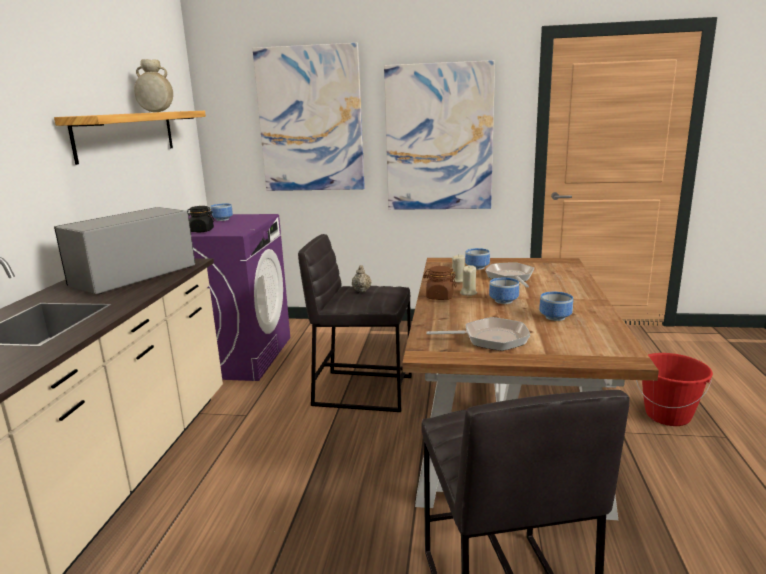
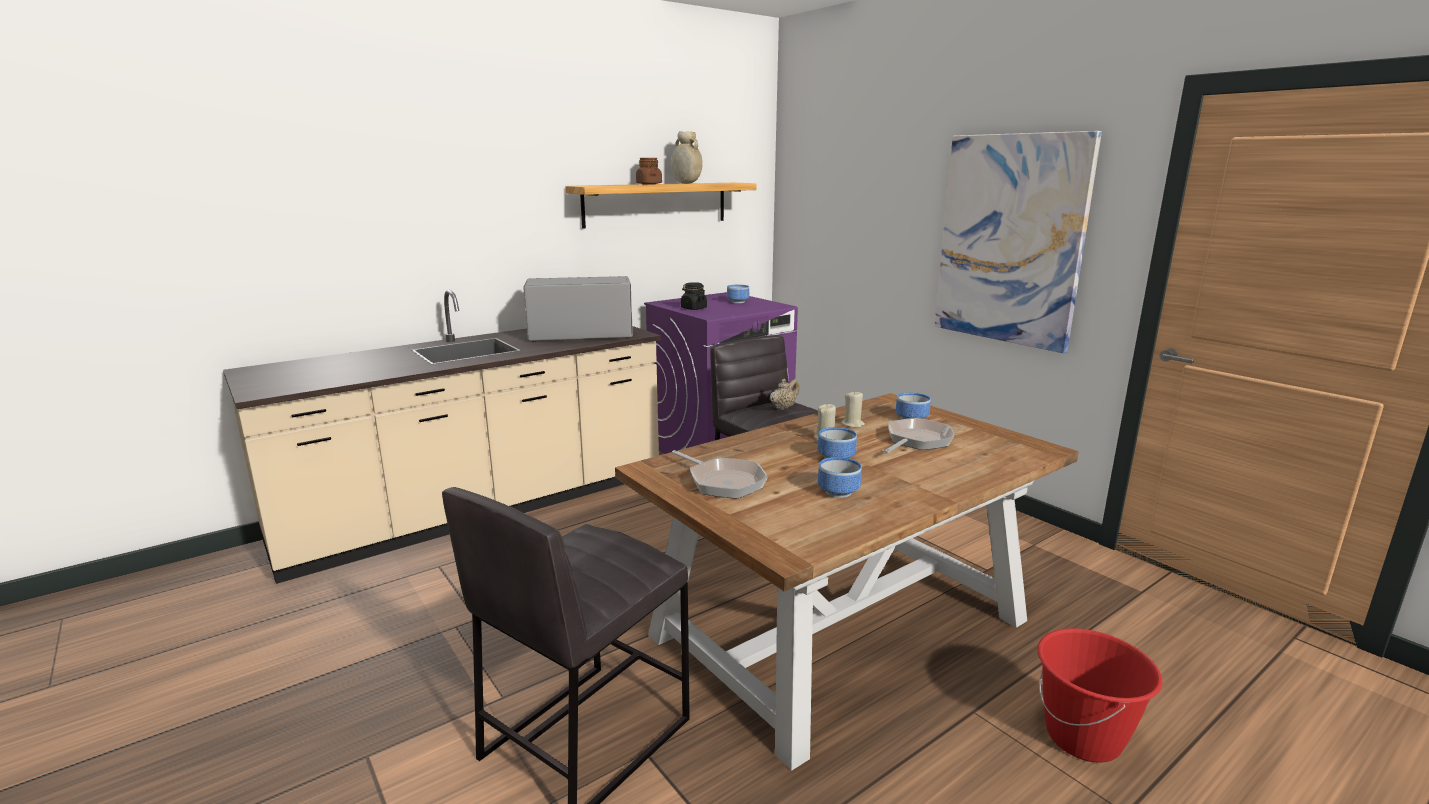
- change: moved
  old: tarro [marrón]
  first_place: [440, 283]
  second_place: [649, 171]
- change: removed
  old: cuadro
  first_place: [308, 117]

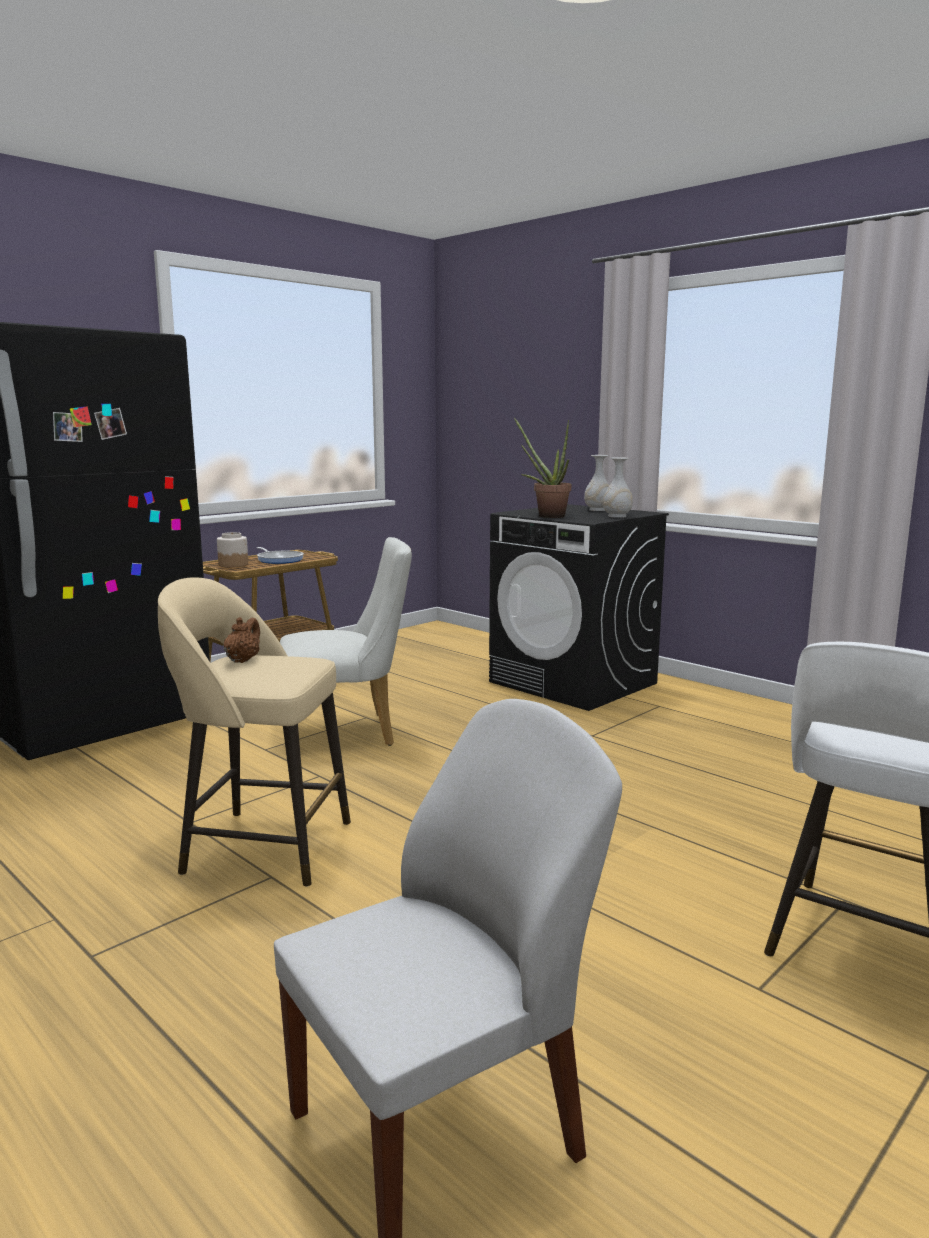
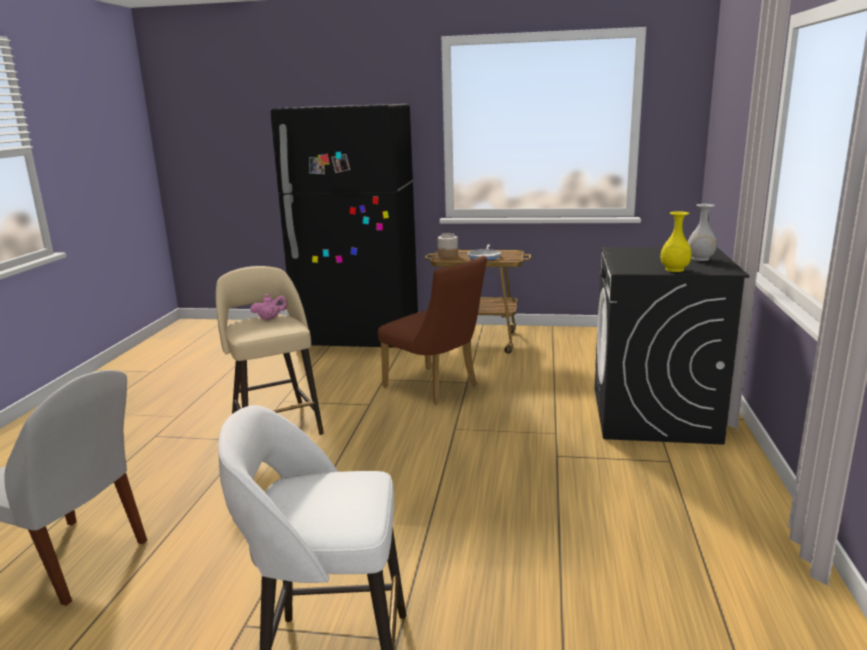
- change: recoloured
  old: tetera [marrón]
  new: tetera [rosa]
  first_place: [241, 640]
  second_place: [268, 307]
- change: recoloured
  old: silla [blanco]
  new: silla [marrón]
  first_place: [346, 641]
  second_place: [432, 330]
- change: recoloured
  old: florero [blanco]
  new: florero [amarillo]
  first_place: [618, 487]
  second_place: [676, 241]
- change: removed
  old: planta en maceta
  first_place: [542, 468]

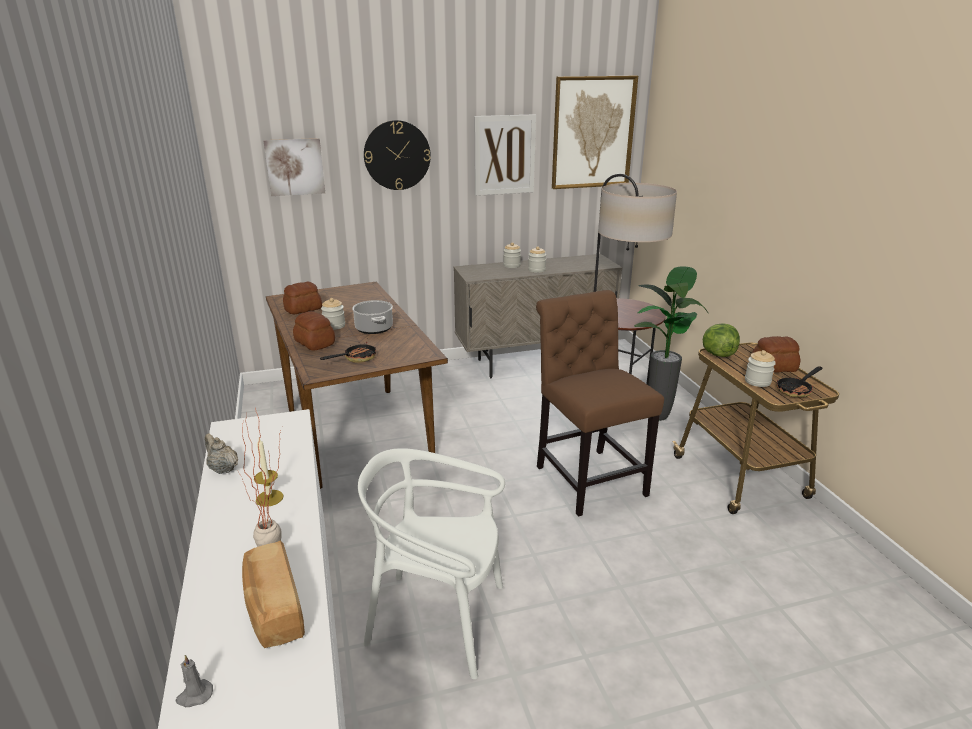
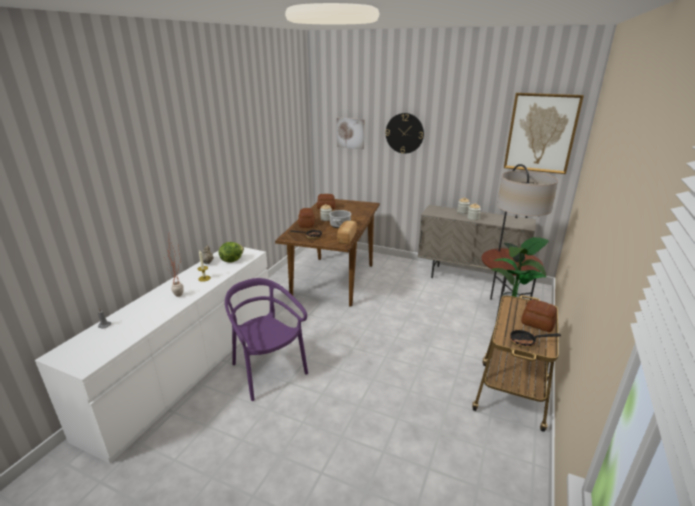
- change: moved
  old: lechuga
  first_place: [721, 340]
  second_place: [231, 252]
- change: recoloured
  old: silla [blanco]
  new: silla [morado]
  first_place: [431, 563]
  second_place: [266, 339]
- change: moved
  old: pan
  first_place: [273, 594]
  second_place: [347, 232]
- change: removed
  old: cuadro
  first_place: [505, 155]
- change: removed
  old: silla [marrón]
  first_place: [600, 403]
- change: removed
  old: tarro
  first_place: [760, 368]

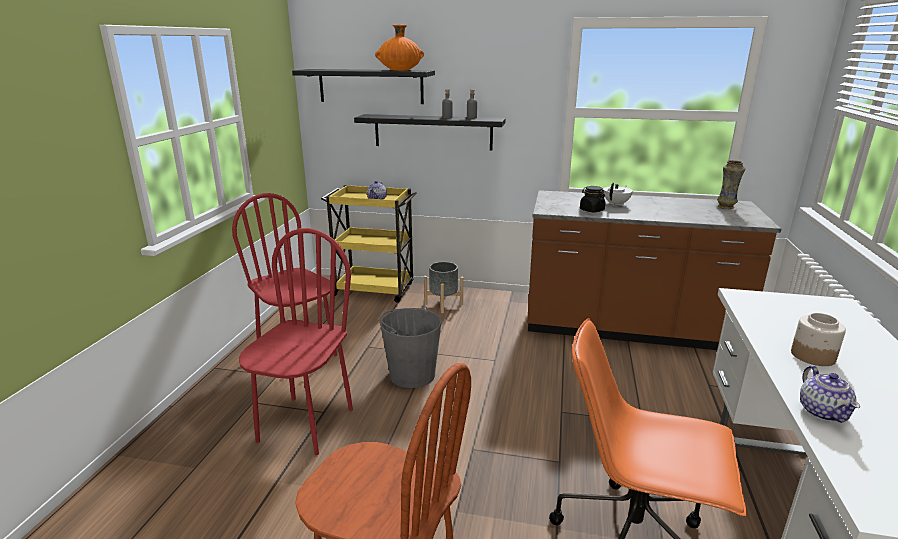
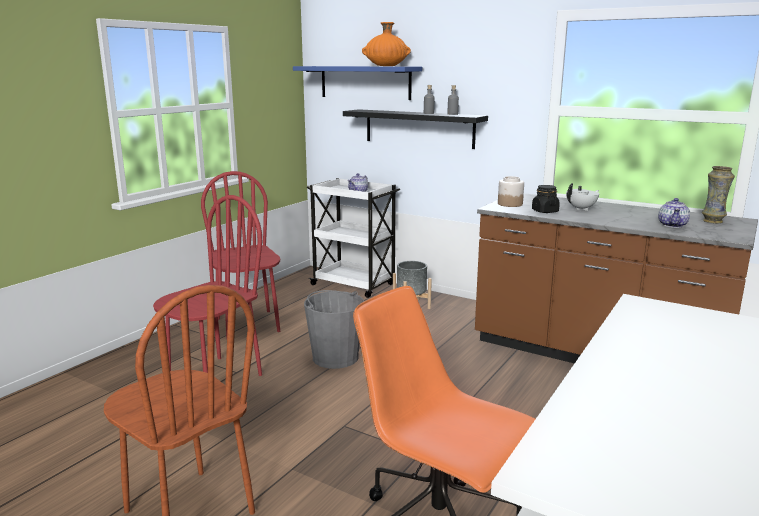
- change: recoloured
  old: estante [negro]
  new: estante [azul]
  first_place: [363, 86]
  second_place: [357, 83]
- change: recoloured
  old: carrito [amarillo]
  new: carrito [blanco]
  first_place: [369, 243]
  second_place: [353, 238]
- change: moved
  old: tarro
  first_place: [818, 339]
  second_place: [511, 191]
- change: moved
  old: tetera
  first_place: [830, 394]
  second_place: [674, 213]

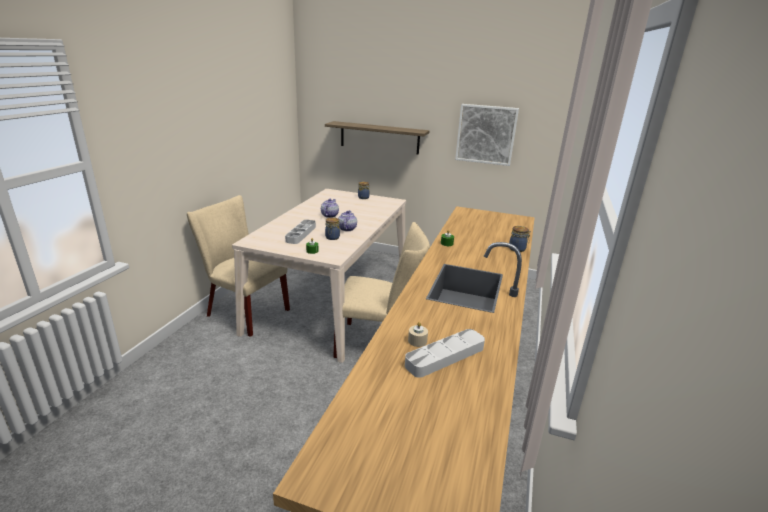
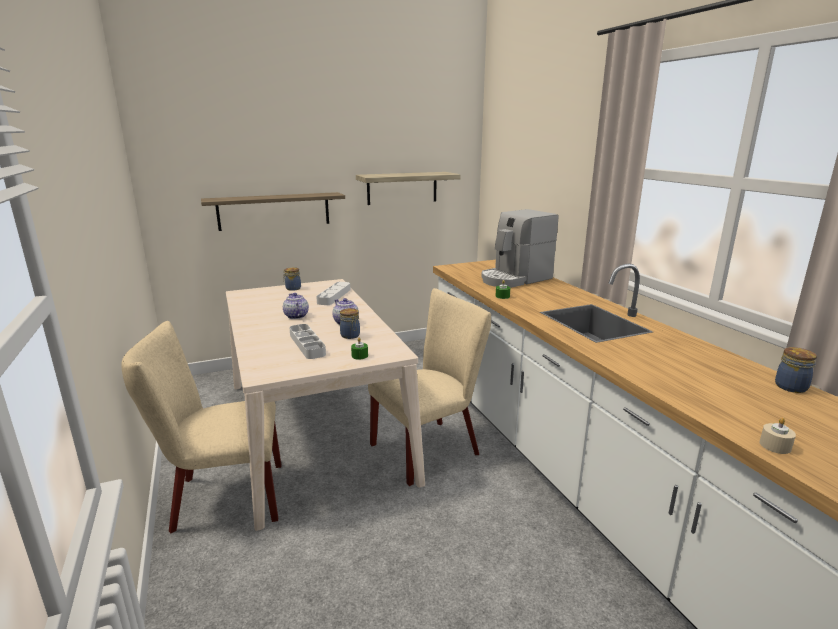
- change: moved
  old: bandeja [gris]
  first_place: [445, 353]
  second_place: [333, 293]
- change: replaced
  old: cuadro
  new: estante
  first_place: [487, 135]
  second_place: [408, 188]
- change: added
  new: cafetera
  second_place: [519, 248]
- change: moved
  old: vela [beis]
  first_place: [418, 334]
  second_place: [777, 436]
- change: moved
  old: tarro
  first_place: [520, 239]
  second_place: [796, 370]

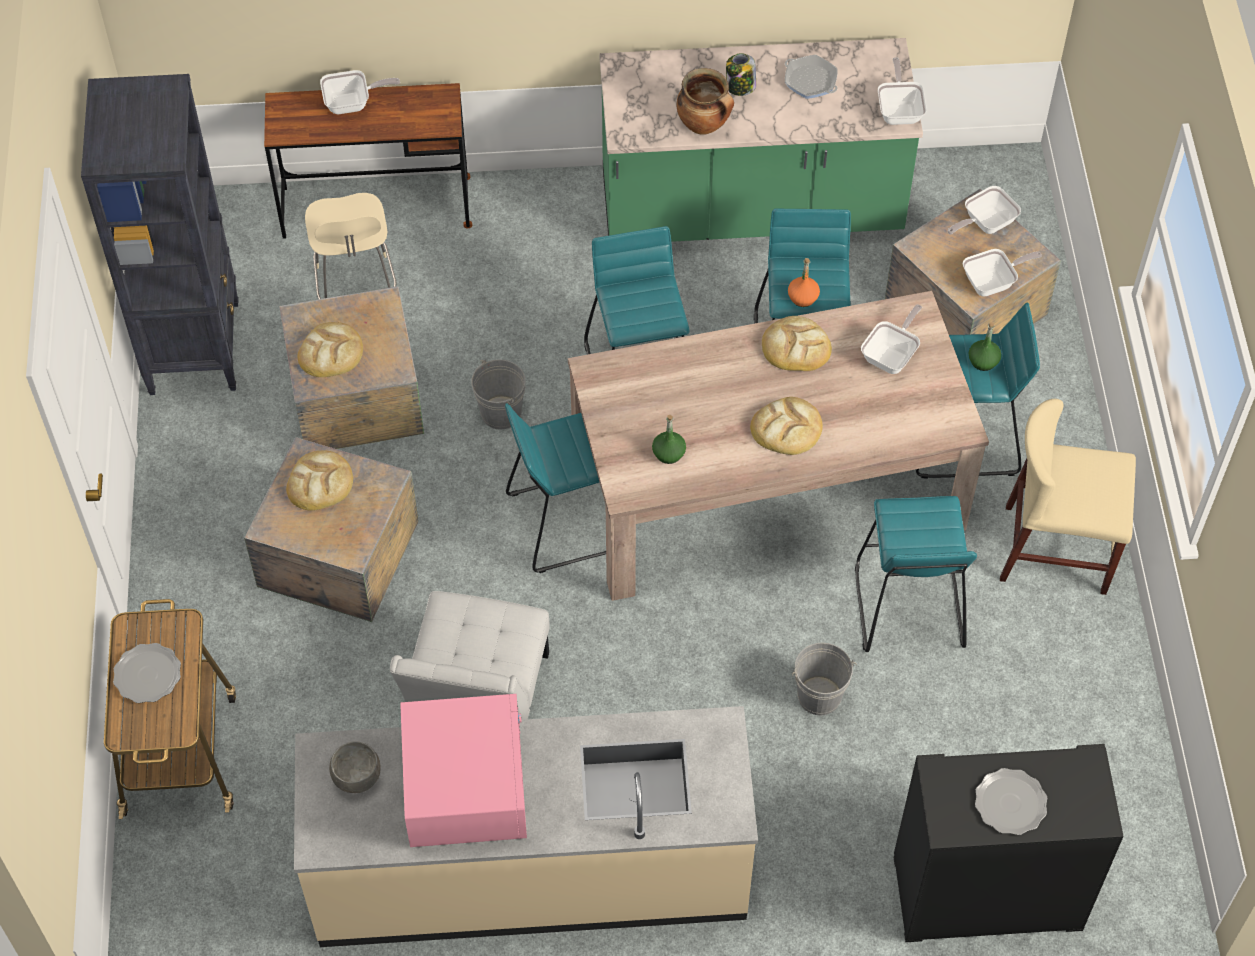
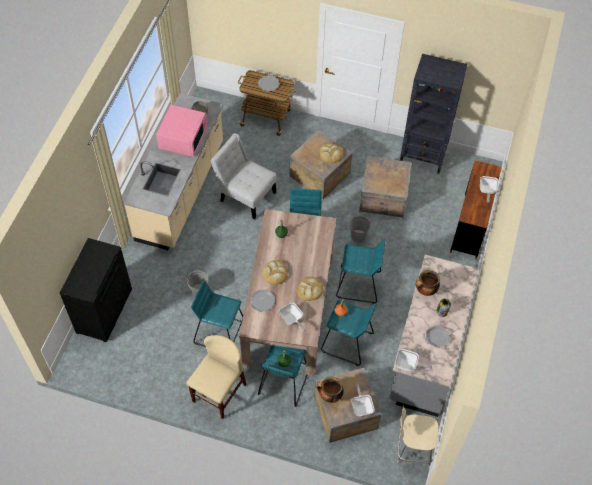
- change: turned
  old: microondas [rosa]
  first_place: [463, 770]
  second_place: [181, 131]
  degrees: -90
- change: moved
  old: plato
  first_place: [1011, 801]
  second_place: [262, 301]
- change: replaced
  old: sartén
  new: olla
  first_place: [1002, 273]
  second_place: [330, 390]
- change: recoloured
  old: mueble bajo de cocina [verde]
  new: mueble bajo de cocina [gris]
  first_place: [761, 140]
  second_place: [433, 336]
- change: moved
  old: silla [beis]
  first_place: [350, 246]
  second_place: [417, 437]
- change: removed
  old: pan
  first_place: [330, 349]

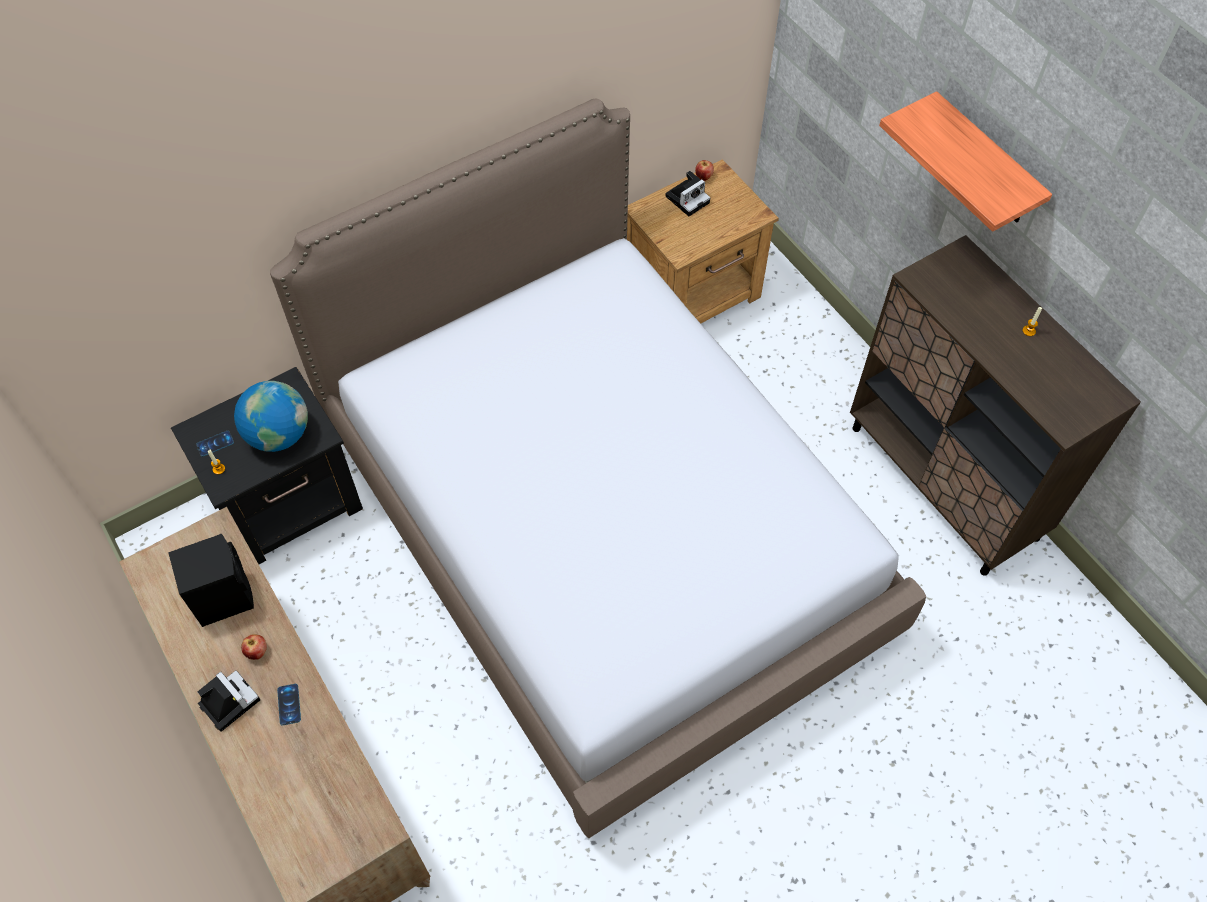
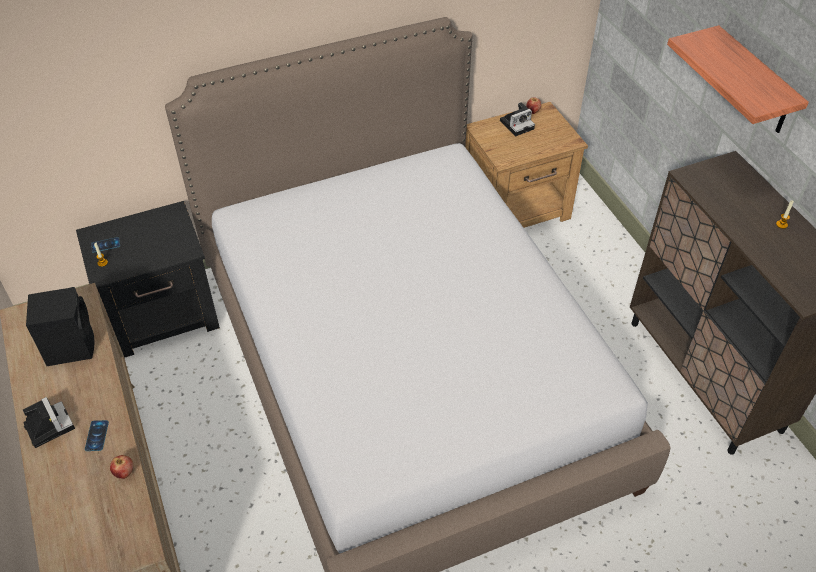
- change: moved
  old: manzana
  first_place: [254, 647]
  second_place: [121, 467]
- change: removed
  old: globo terráqueo
  first_place: [271, 416]

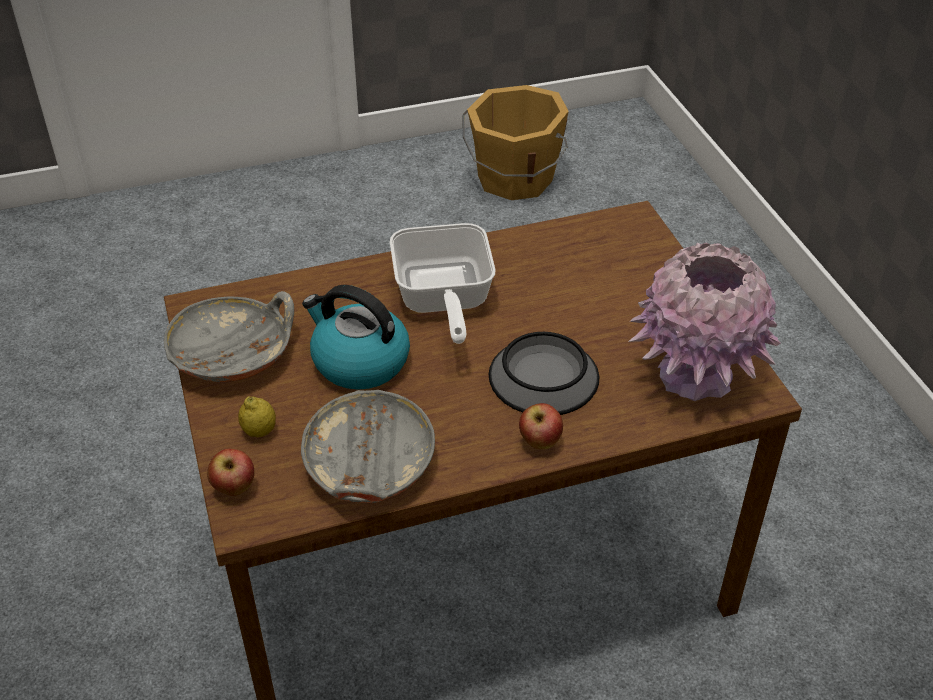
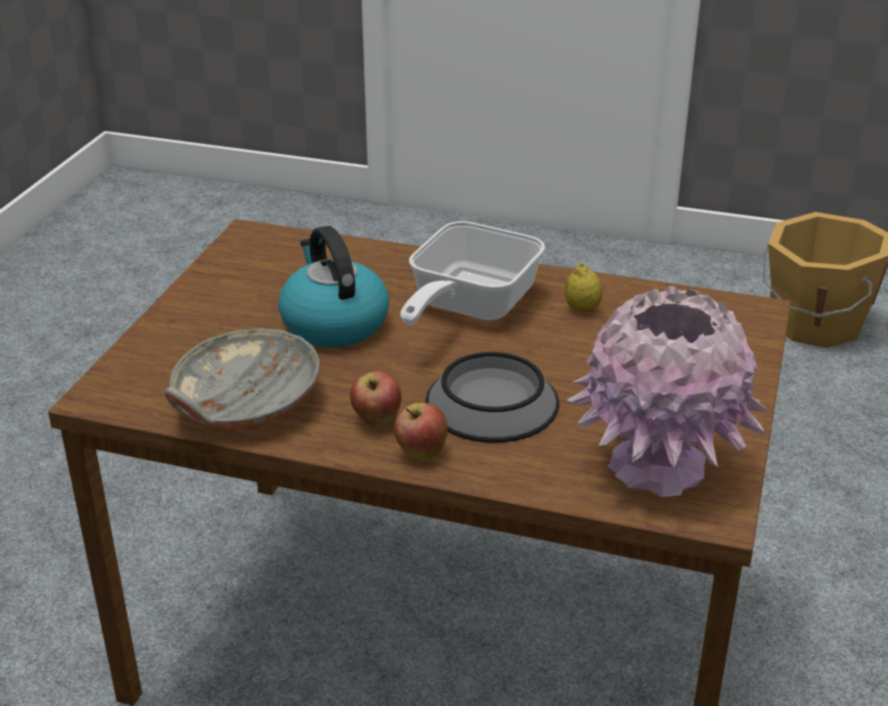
- change: moved
  old: manzana
  first_place: [230, 472]
  second_place: [375, 398]
- change: moved
  old: limón
  first_place: [257, 416]
  second_place: [583, 288]
- change: removed
  old: cuenco [gris]
  first_place: [229, 336]

